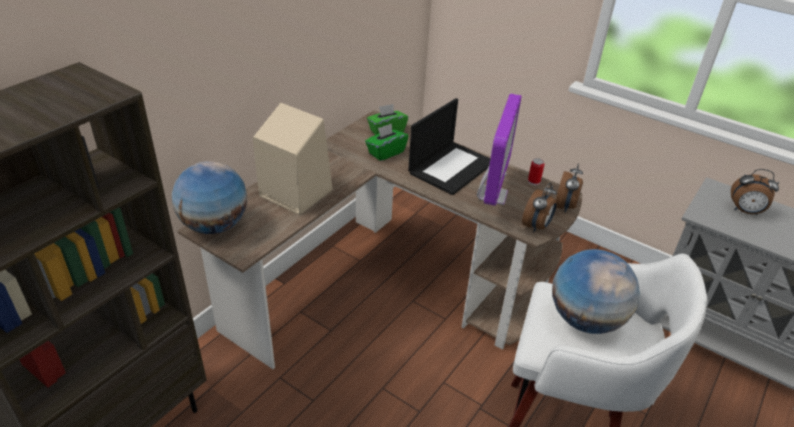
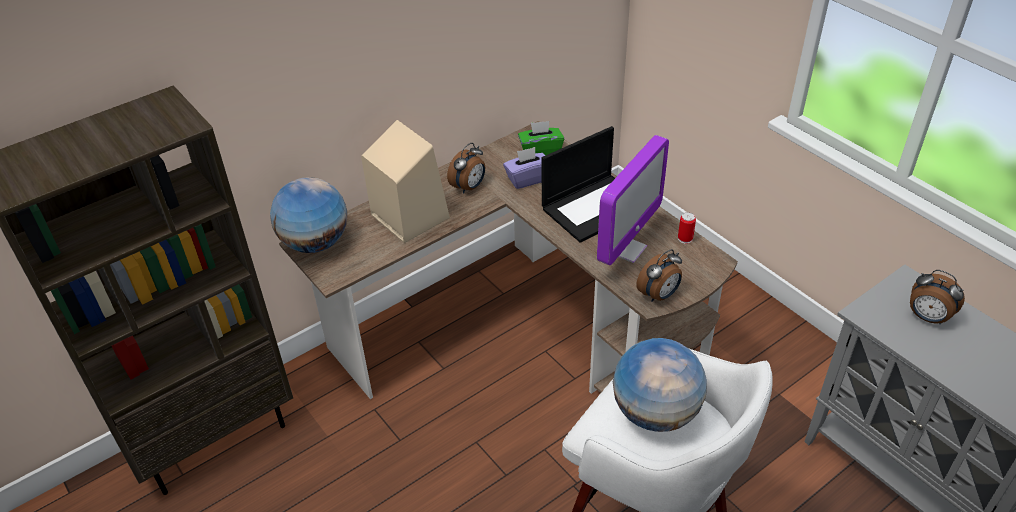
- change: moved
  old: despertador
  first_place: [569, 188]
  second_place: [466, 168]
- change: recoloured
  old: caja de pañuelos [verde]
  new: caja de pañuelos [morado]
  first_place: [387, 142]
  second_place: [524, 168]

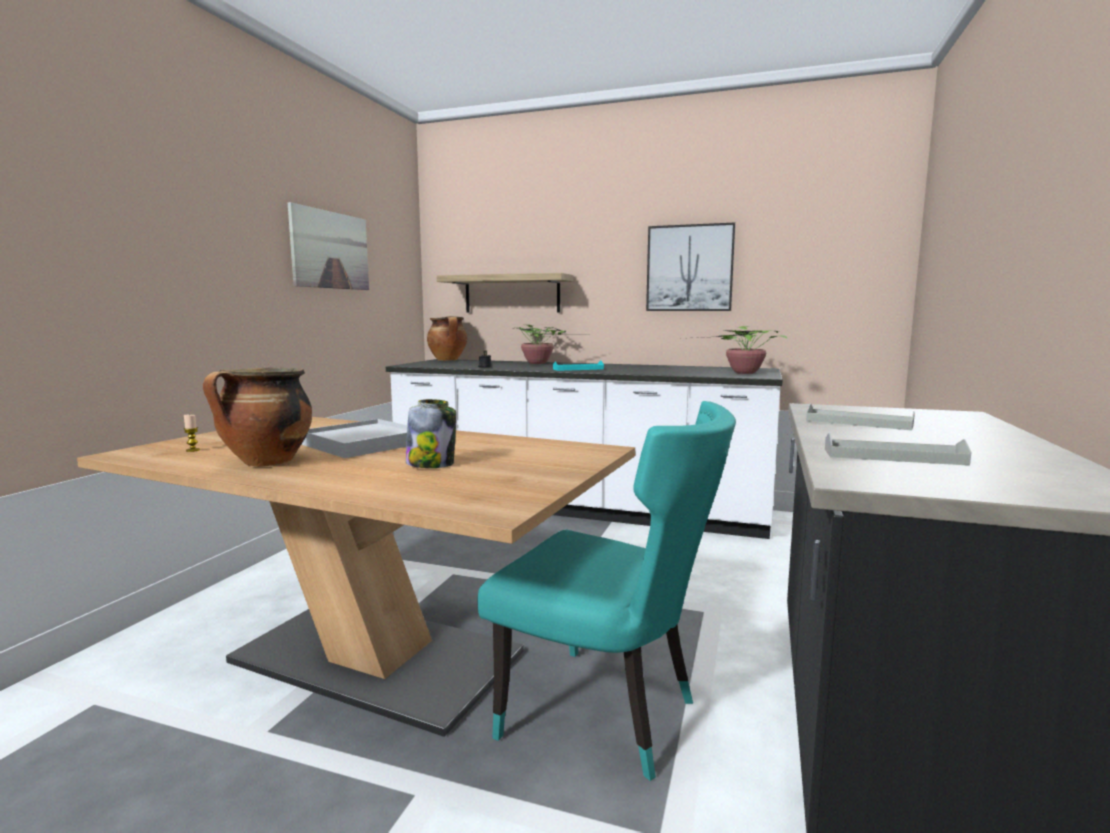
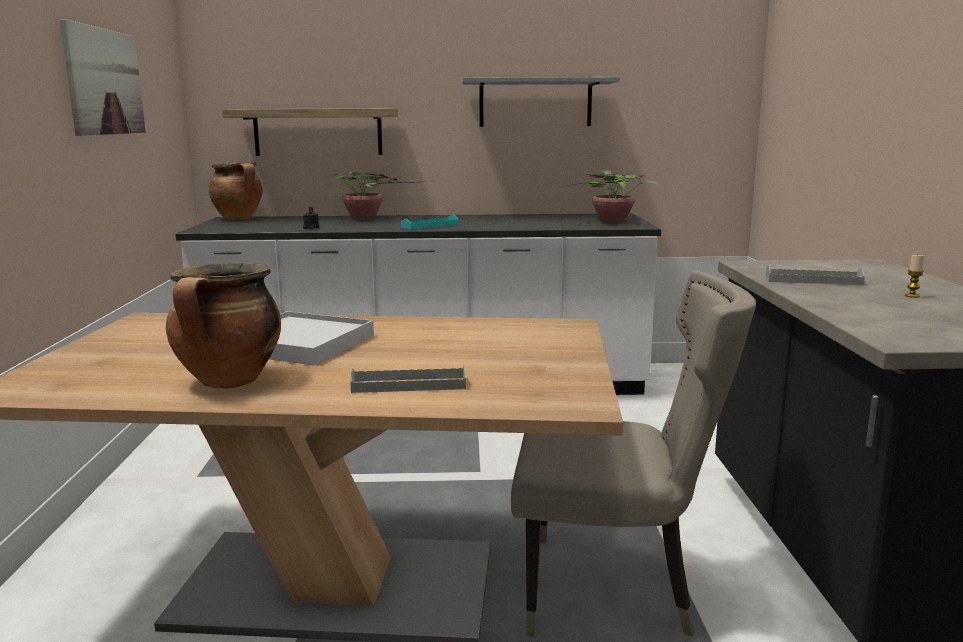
- change: moved
  old: bandeja [gris]
  first_place: [898, 449]
  second_place: [408, 378]
- change: replaced
  old: cuadro
  new: estante [gris]
  first_place: [690, 266]
  second_place: [541, 102]
- change: recoloured
  old: silla [turquesa]
  new: silla [beis]
  first_place: [606, 591]
  second_place: [633, 454]
- change: moved
  old: vela
  first_place: [192, 433]
  second_place: [914, 276]
- change: removed
  old: tarro
  first_place: [431, 433]

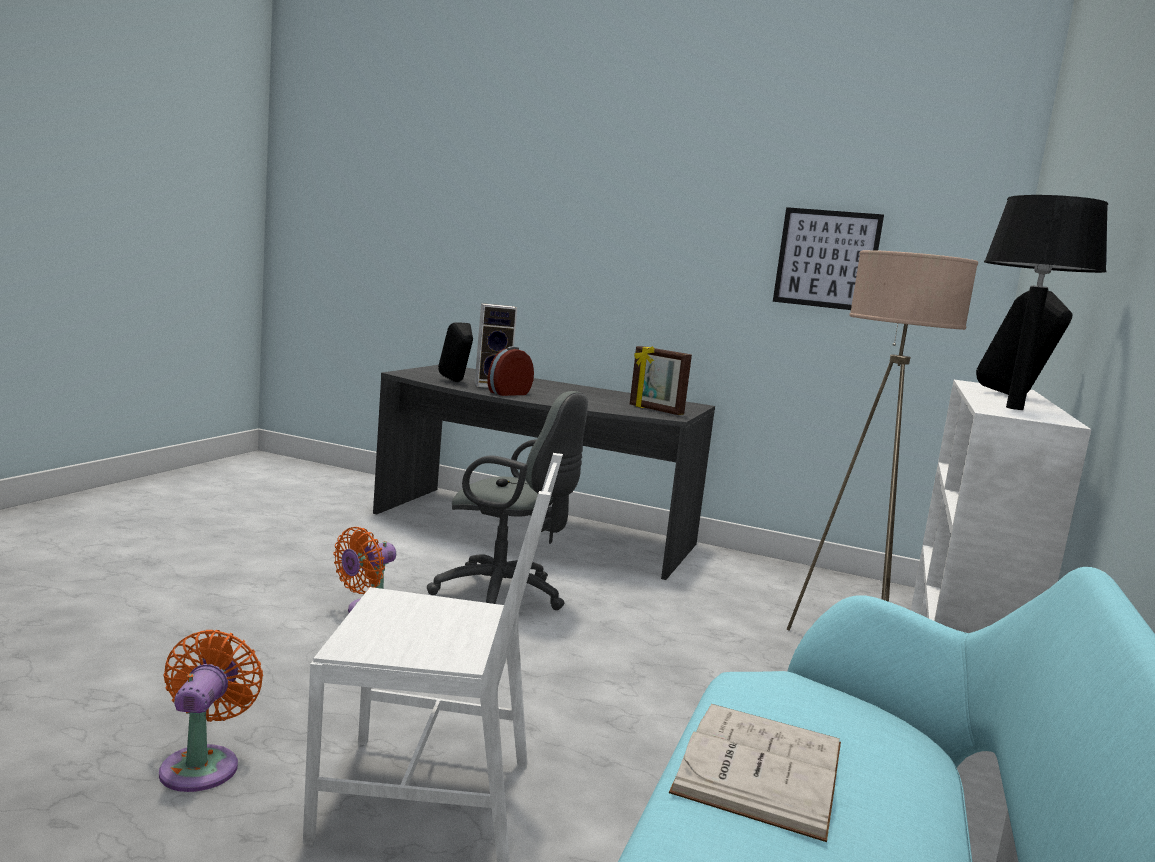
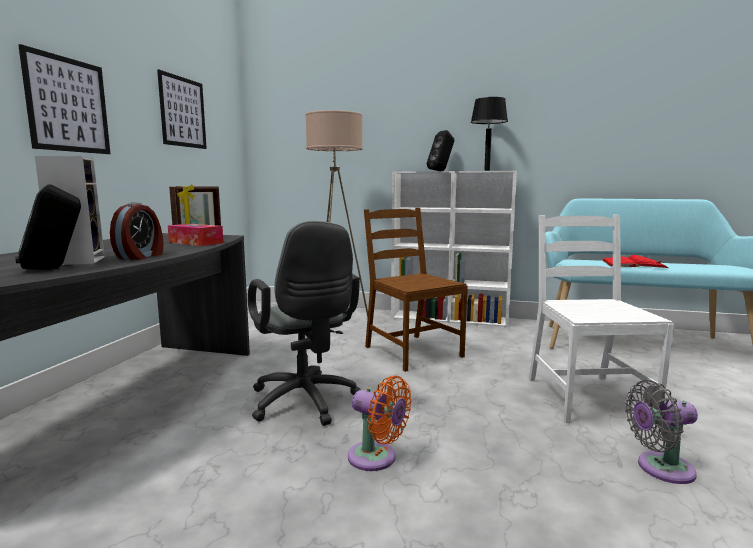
- change: added
  new: cuadro
  second_place: [64, 99]
- change: turned
  old: despertador
  first_place: [510, 371]
  second_place: [137, 231]
  degrees: -120
- change: added
  new: caja de pañuelos
  second_place: [195, 235]
- change: turned
  old: silla de oficina [gris]
  first_place: [507, 500]
  second_place: [304, 323]
  degrees: 135
- change: added
  new: silla [marrón]
  second_place: [416, 290]
- change: recoloured
  old: libro [blanco]
  new: libro [rojo]
  first_place: [755, 773]
  second_place: [635, 261]
- change: recoloured
  old: ventilador [naranja]
  new: ventilador [gris]
  first_place: [211, 711]
  second_place: [661, 432]

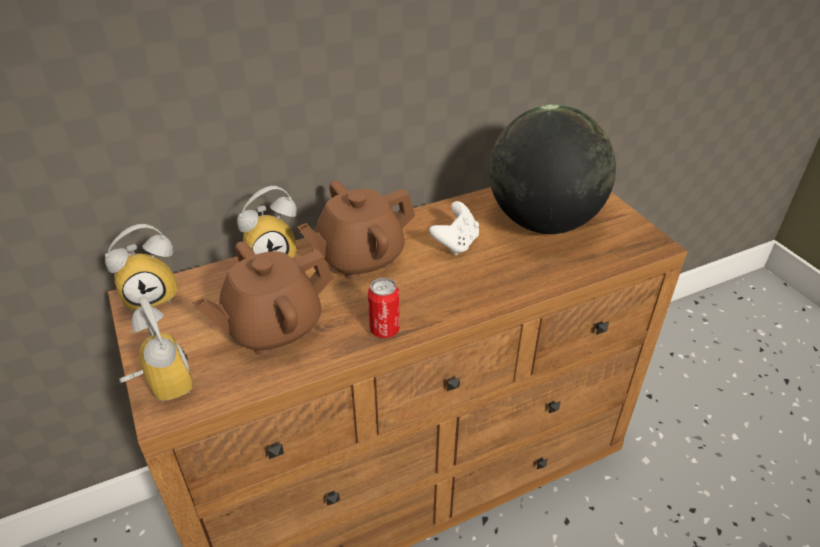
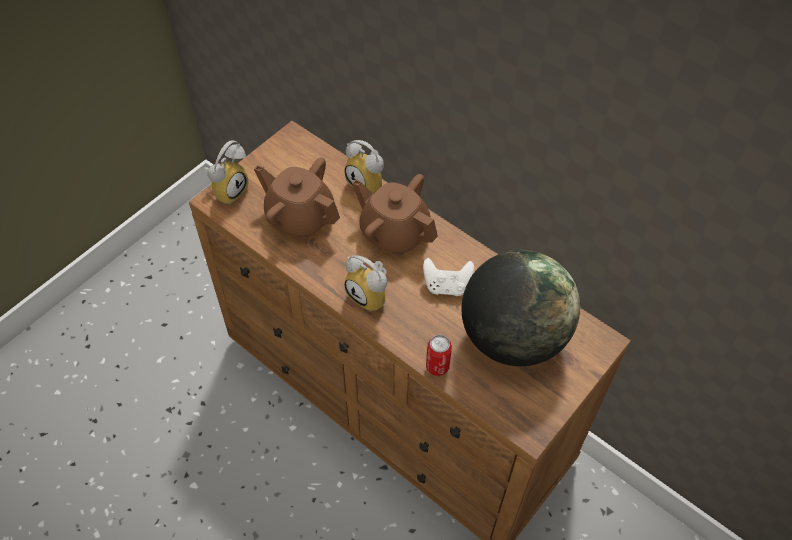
- change: moved
  old: despertador
  first_place: [141, 268]
  second_place: [365, 283]
- change: moved
  old: lata
  first_place: [384, 308]
  second_place: [439, 355]

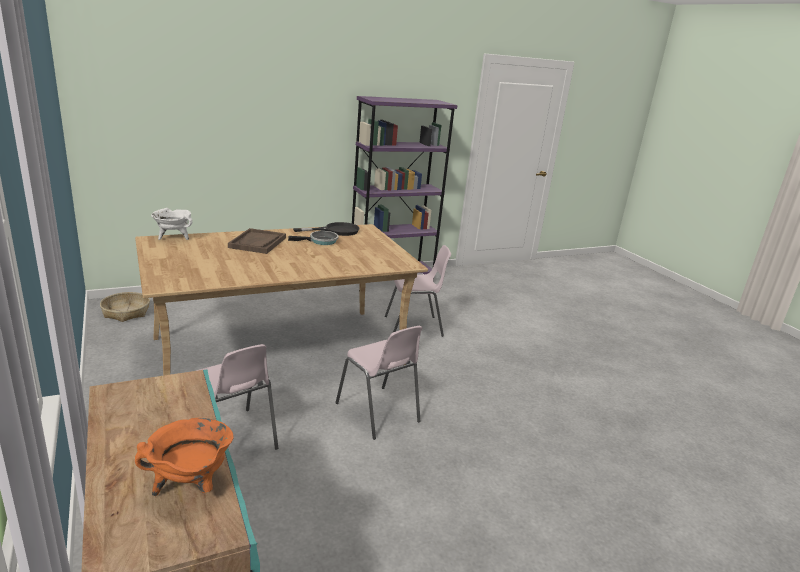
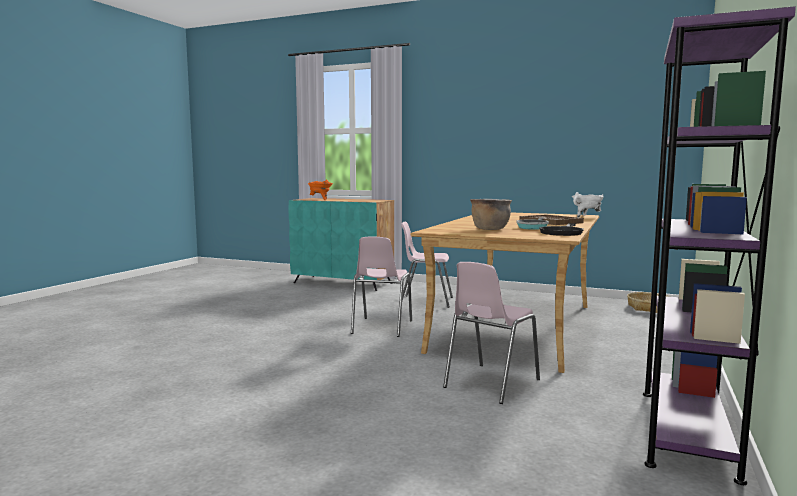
- change: turned
  old: silla [rosa]
  first_place: [378, 383]
  second_place: [381, 287]
  degrees: -90
- change: added
  new: olla [marrón]
  second_place: [491, 214]

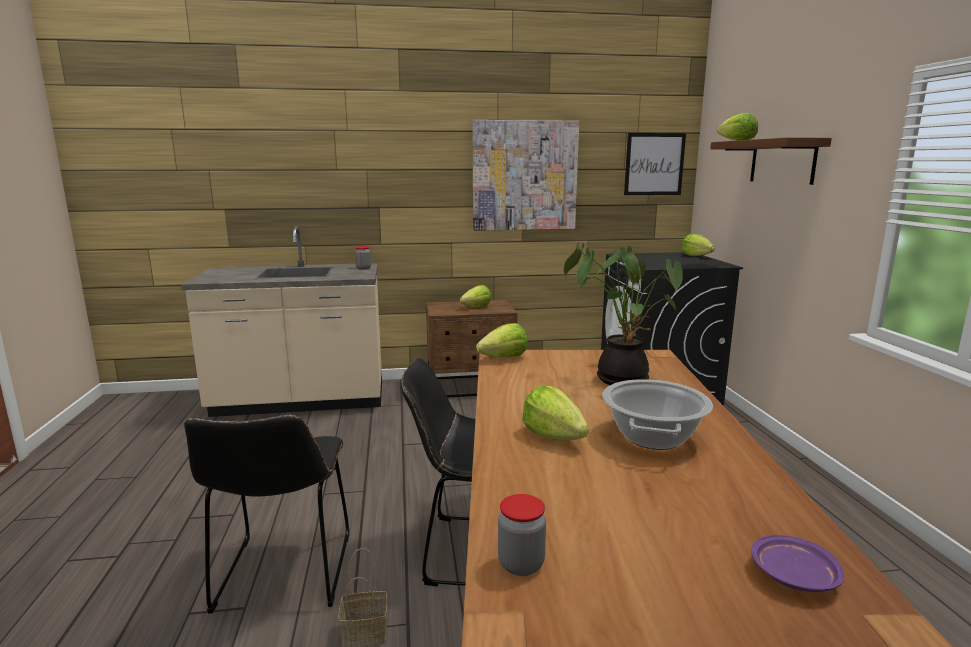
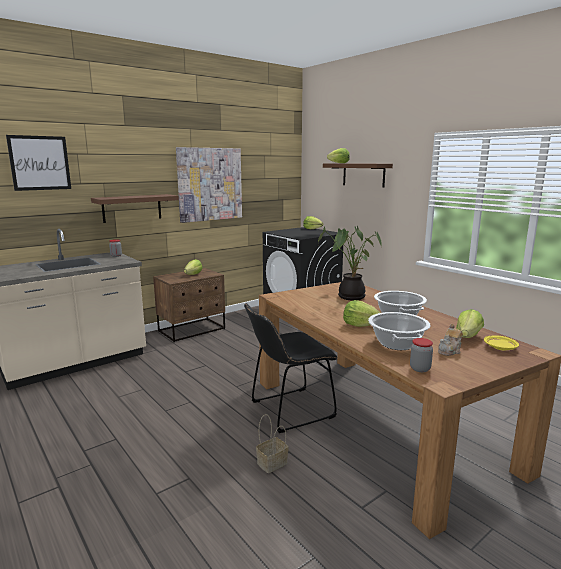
- change: moved
  old: cuadro
  first_place: [655, 164]
  second_place: [38, 163]
- change: added
  new: estante [marrón]
  second_place: [135, 208]
- change: added
  new: olla
  second_place: [399, 331]
- change: added
  new: tetera
  second_place: [450, 340]
- change: moved
  old: lechuga
  first_place: [502, 340]
  second_place: [470, 323]
- change: recoloured
  old: plato [morado]
  new: plato [amarillo]
  first_place: [797, 563]
  second_place: [501, 343]
- change: removed
  old: silla [negro]
  first_place: [267, 514]

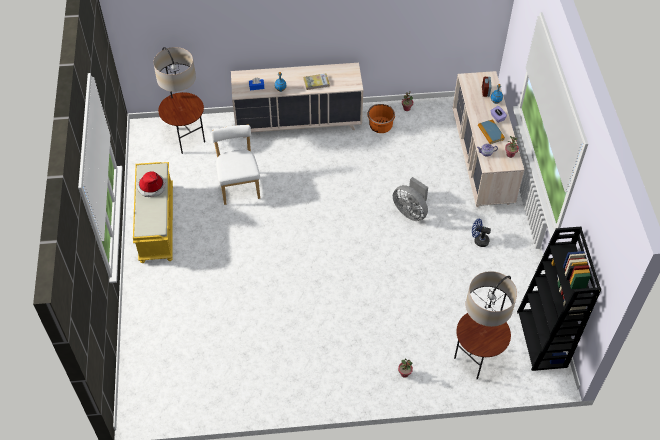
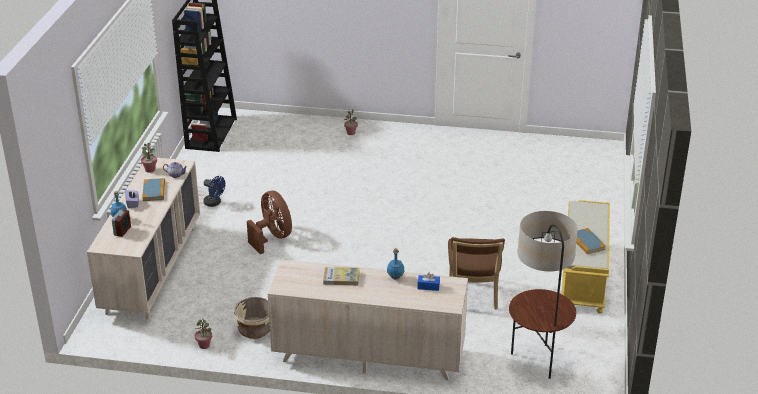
- change: recoloured
  old: maceta [naranja]
  new: maceta [beis]
  first_place: [381, 118]
  second_place: [252, 318]
- change: recoloured
  old: ventilador [gris]
  new: ventilador [marrón]
  first_place: [410, 199]
  second_place: [269, 222]
- change: recoloured
  old: silla [blanco]
  new: silla [marrón]
  first_place: [235, 164]
  second_place: [476, 273]
- change: replaced
  old: sombrero
  new: libro
  first_place: [151, 184]
  second_place: [591, 241]
- change: removed
  old: lámpara de pie
  first_place: [485, 325]

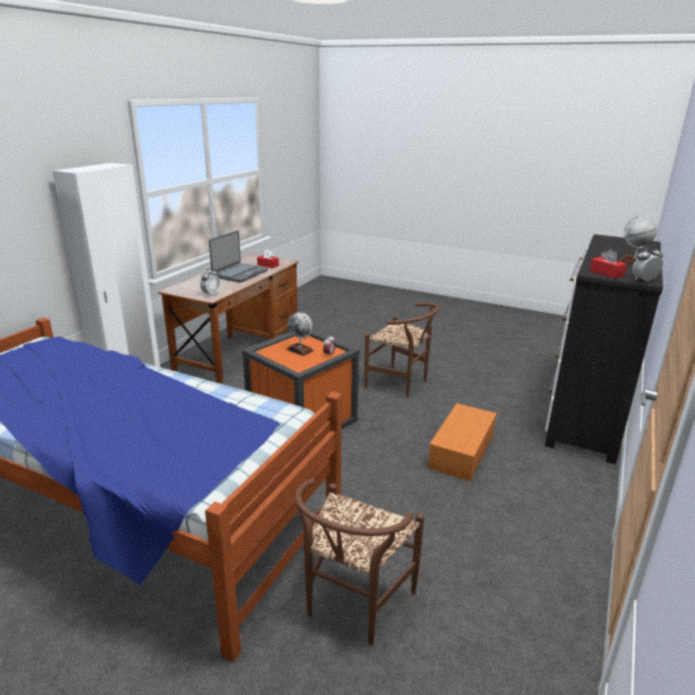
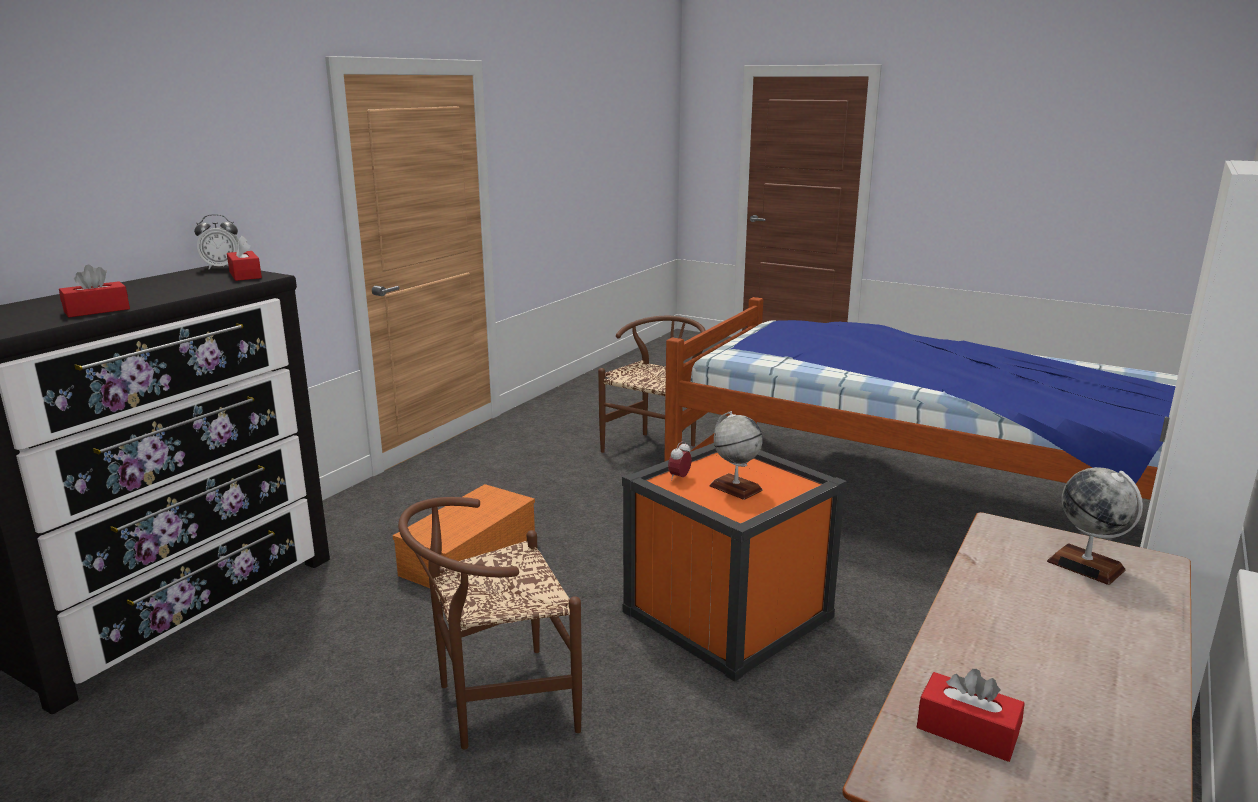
- change: added
  new: caja de pañuelos [rojo]
  second_place: [94, 291]
- change: turned
  old: silla [marrón]
  first_place: [402, 349]
  second_place: [490, 623]
  degrees: -60
- change: moved
  old: globo terráqueo
  first_place: [638, 240]
  second_place: [1095, 526]
- change: removed
  old: despertador
  first_place: [210, 282]
- change: removed
  old: portátil
  first_place: [238, 256]

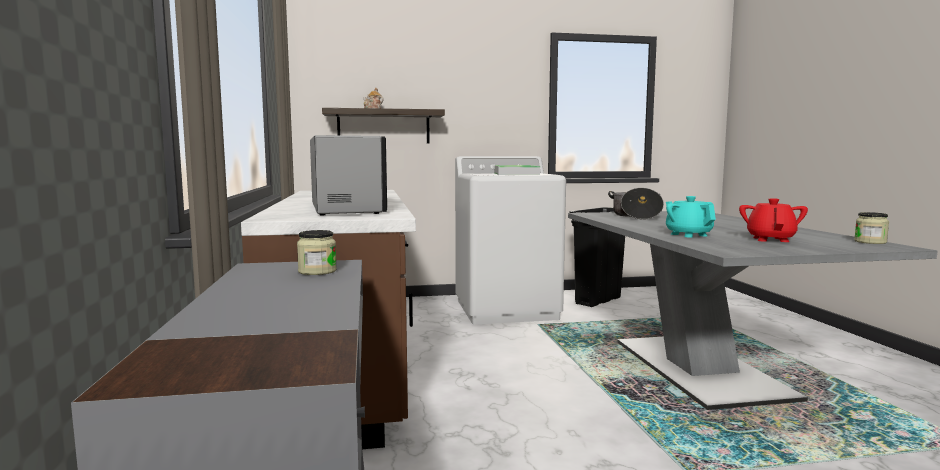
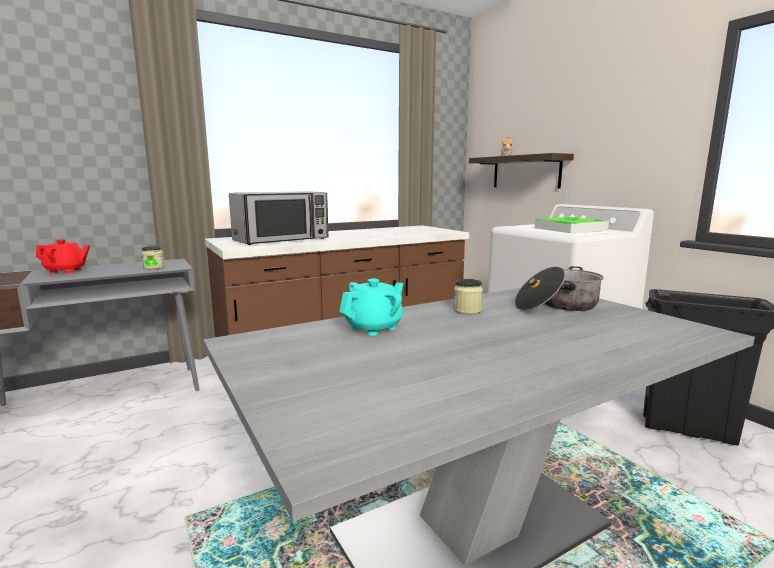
- change: moved
  old: tetera [rojo]
  first_place: [773, 220]
  second_place: [63, 256]
- change: moved
  old: tarro
  first_place: [871, 228]
  second_place: [468, 296]

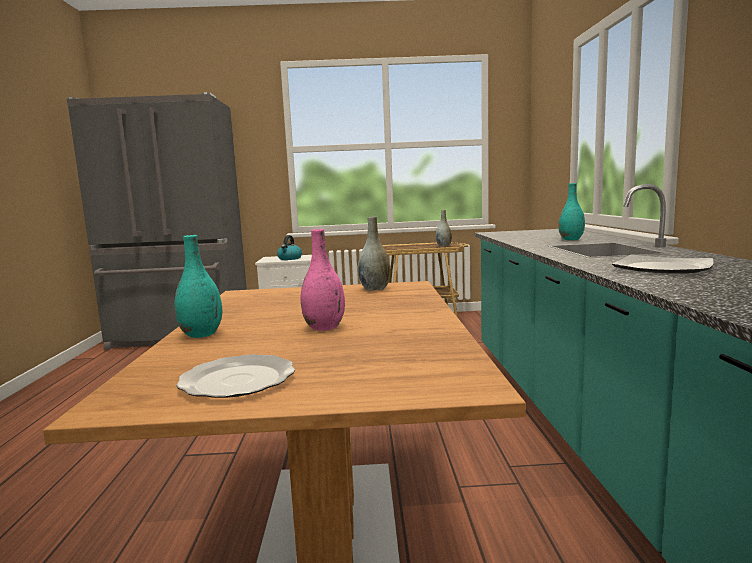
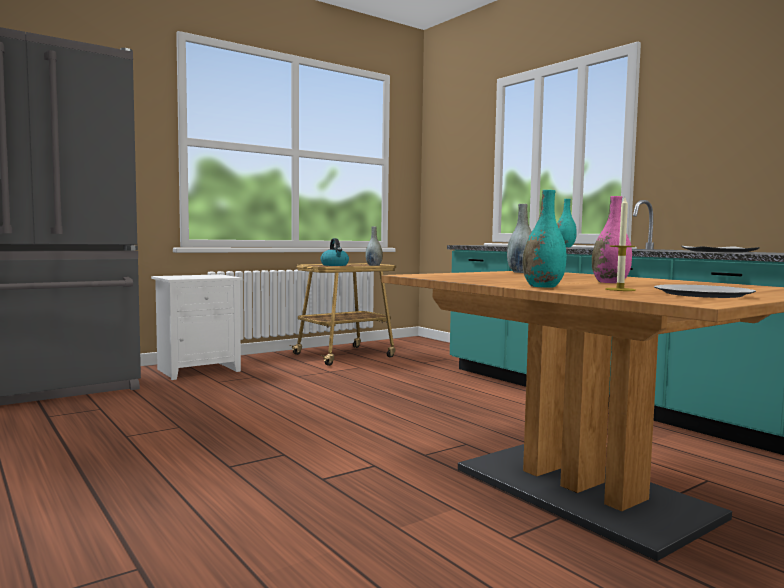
- change: moved
  old: hervidor
  first_place: [289, 247]
  second_place: [334, 252]
- change: added
  new: vela
  second_place: [620, 244]

